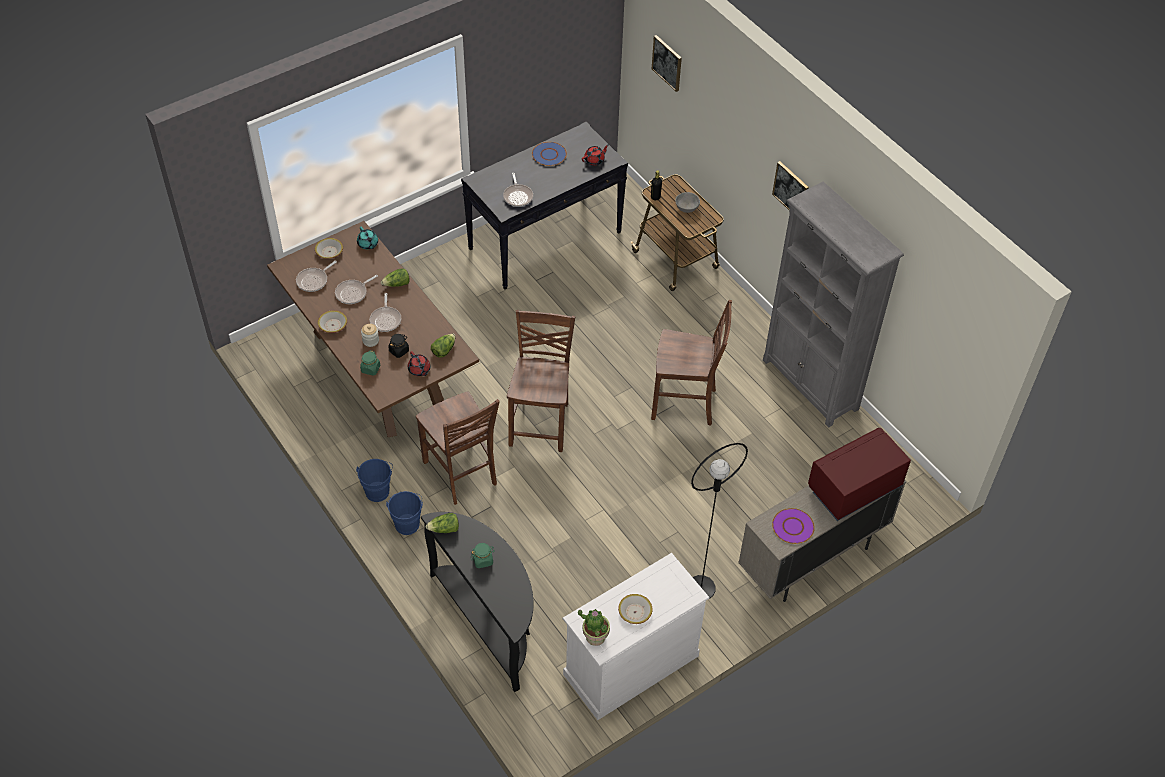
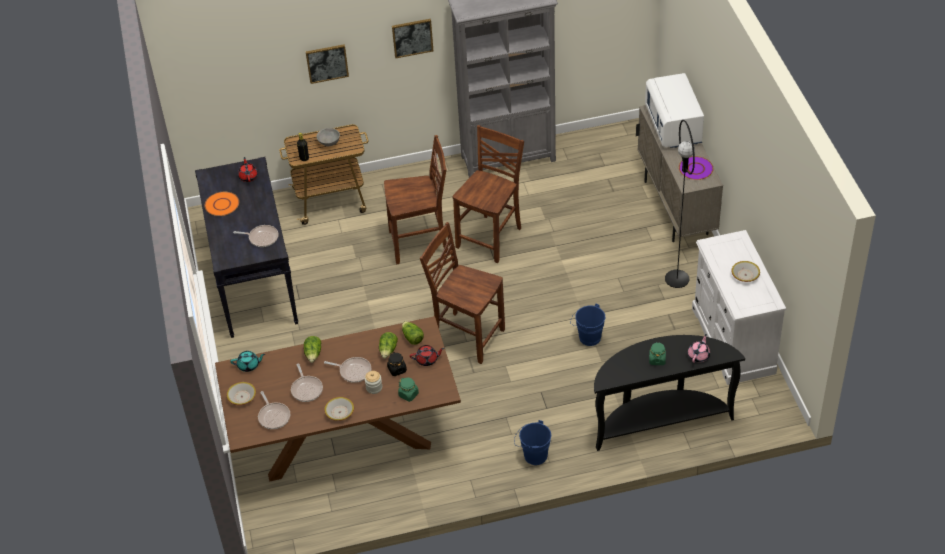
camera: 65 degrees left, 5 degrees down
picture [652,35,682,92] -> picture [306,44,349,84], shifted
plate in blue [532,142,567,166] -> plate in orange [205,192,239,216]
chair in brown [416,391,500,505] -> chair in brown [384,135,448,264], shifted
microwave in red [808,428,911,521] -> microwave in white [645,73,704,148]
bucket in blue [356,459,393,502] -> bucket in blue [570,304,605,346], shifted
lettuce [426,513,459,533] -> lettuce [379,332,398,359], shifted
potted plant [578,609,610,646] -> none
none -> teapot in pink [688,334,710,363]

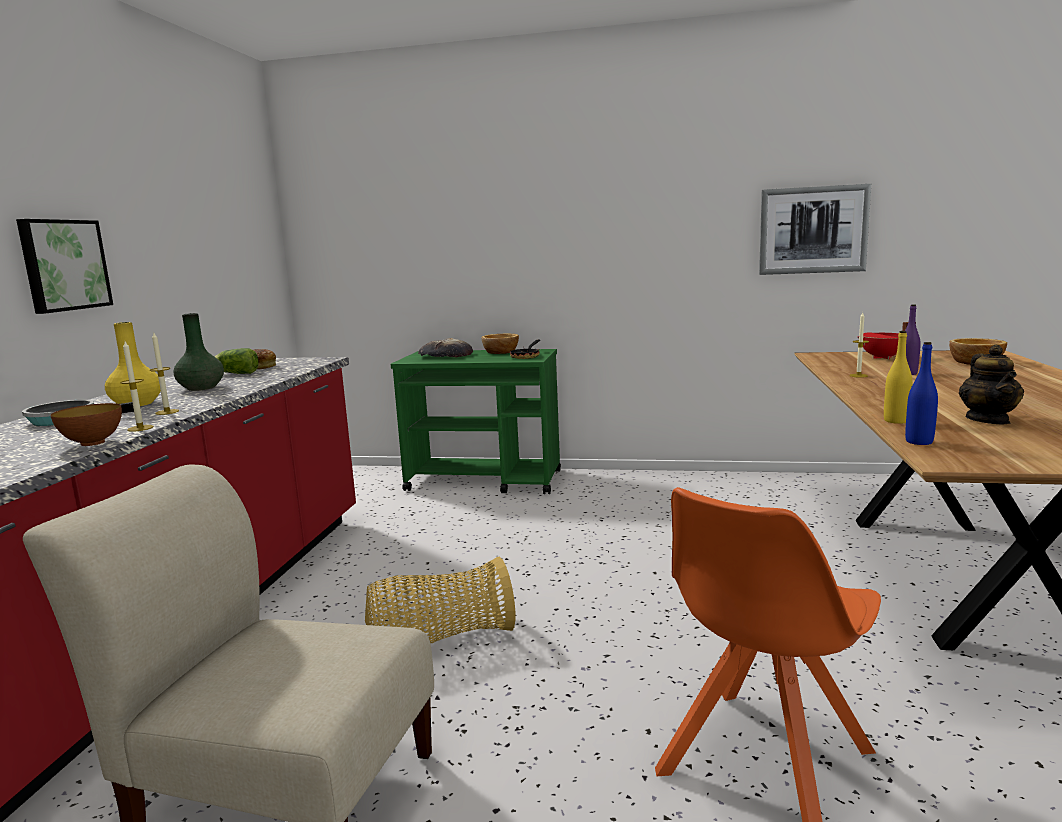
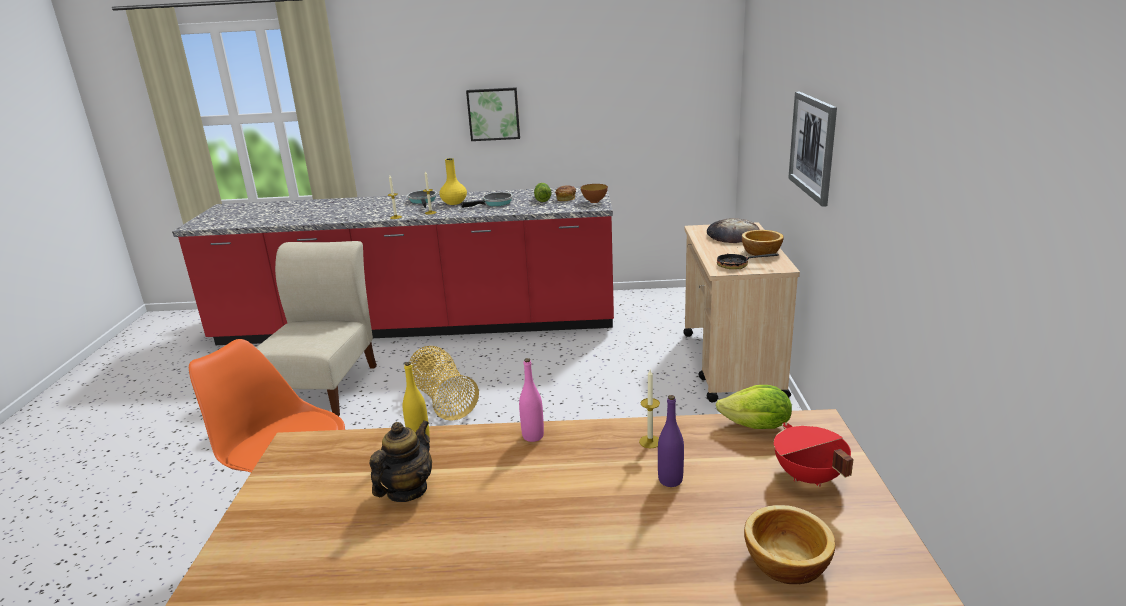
camera: 80 degrees right, 10 degrees up
picture [759,184,871,275] -> picture [788,92,837,207], shifted
vase in green [174,313,224,391] -> frying pan [461,192,513,208]
bottle in blue [905,342,938,445] -> none
teapot [959,345,1024,424] -> teapot [370,420,432,502], 120 degrees clockwise
cart in green [391,349,561,494] -> cart in beige [683,222,800,402]
bowl [51,403,122,446] -> bowl [581,184,608,203], shifted
none -> bottle in pink [519,358,544,442]
none -> lettuce [716,385,792,429]

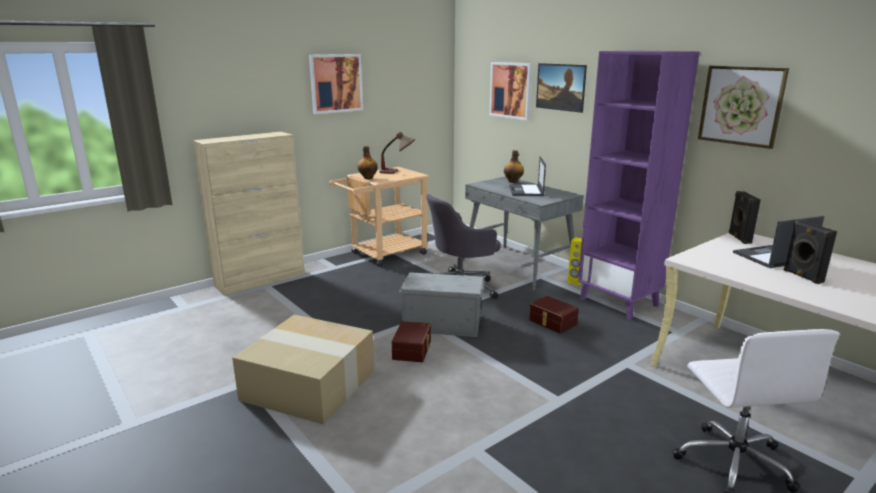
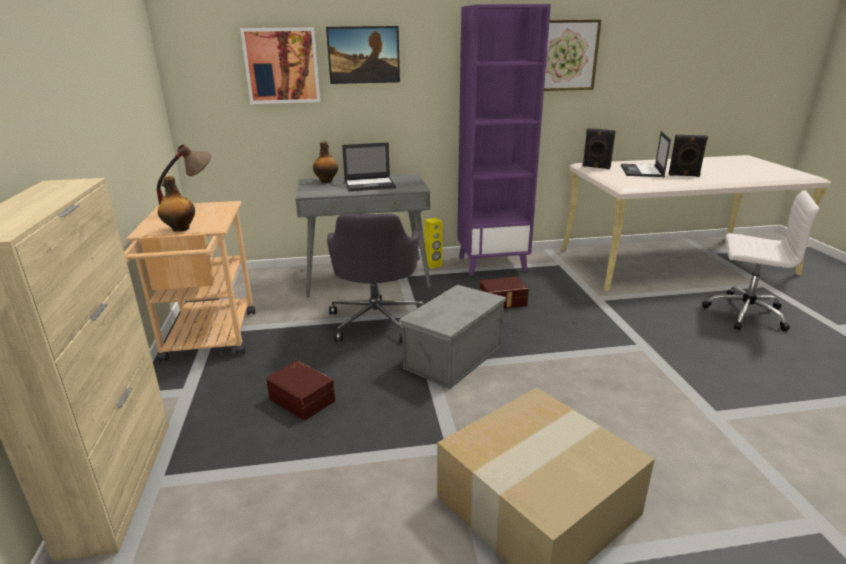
camera: 60 degrees left, 5 degrees up
picture [309,54,363,114] -> none
laptop [509,156,546,196] -> laptop [342,142,396,191], 45 degrees counterclockwise
storage box in brown [392,321,431,362] -> storage box in brown [266,361,335,421], shifted

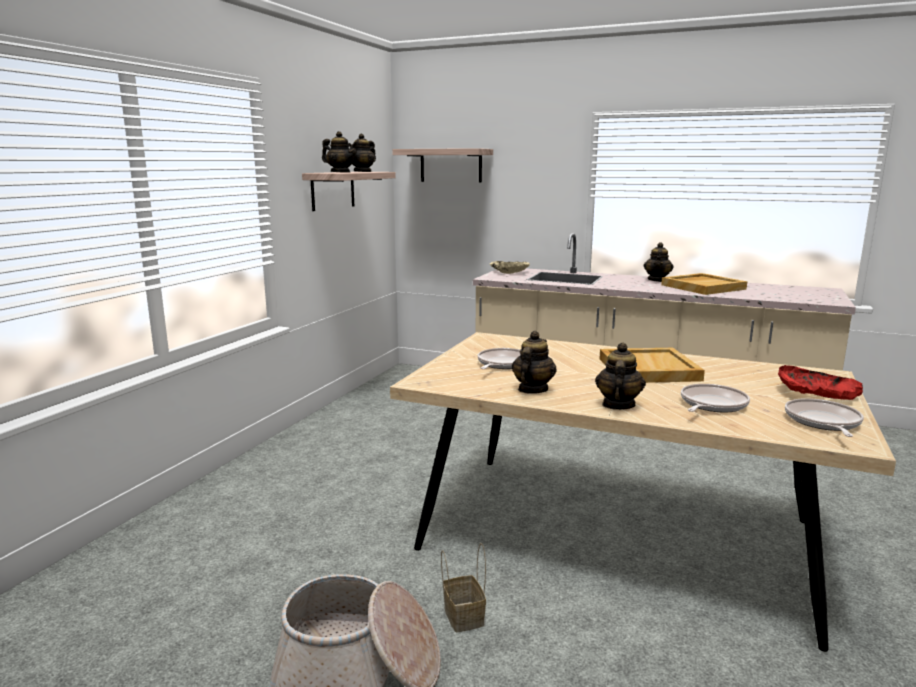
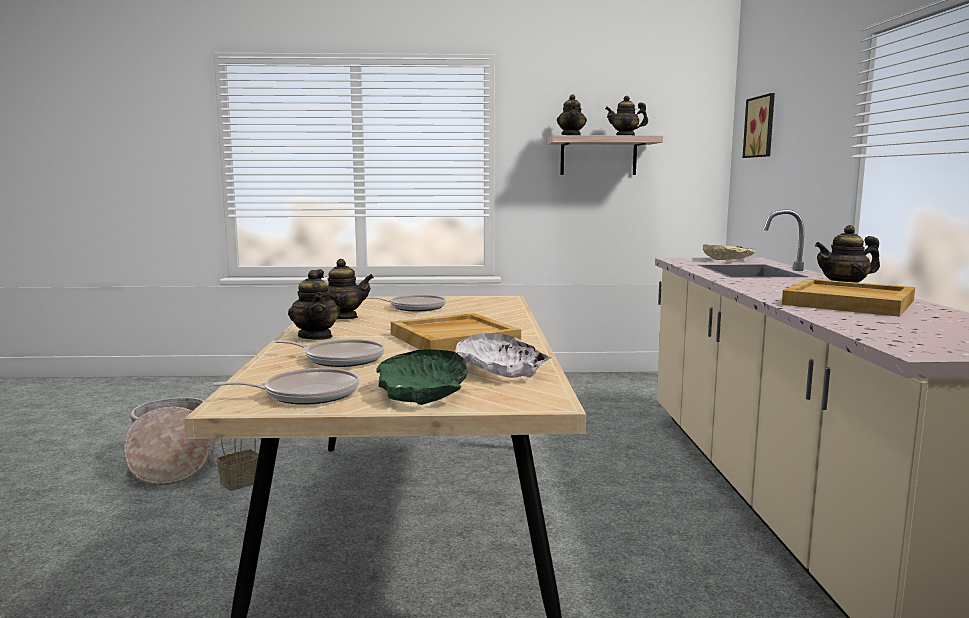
camera: 65 degrees right, 5 degrees down
shelf [392,148,493,182] -> picture [743,93,775,158]
teapot [595,342,646,410] -> teapot [288,270,340,340], 75 degrees clockwise
bowl in red [778,365,863,400] -> bowl in green [376,349,467,405]
none -> bowl in white [455,333,552,378]

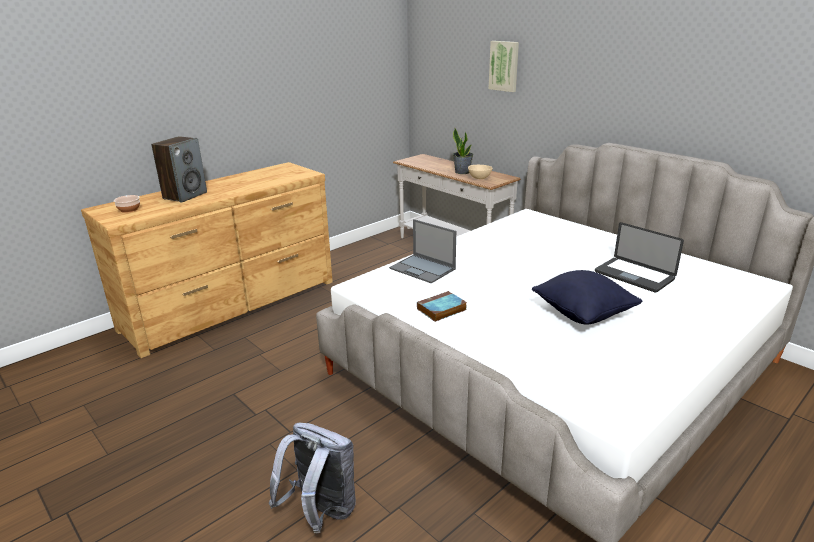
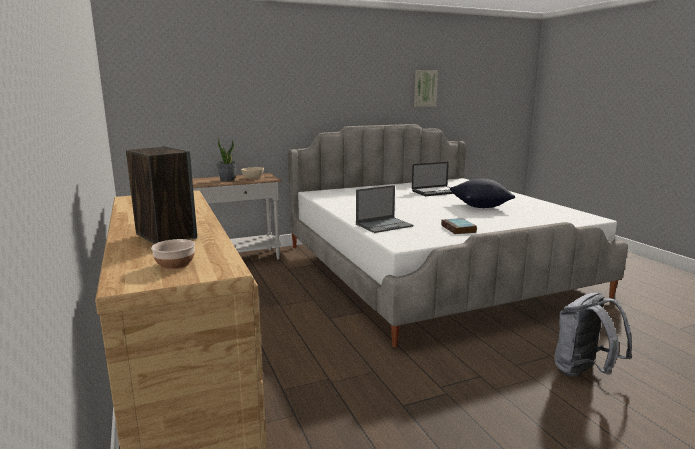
camera: 70 degrees left, 10 degrees down
picture [489,41,519,92] -> picture [414,70,438,107], shifted

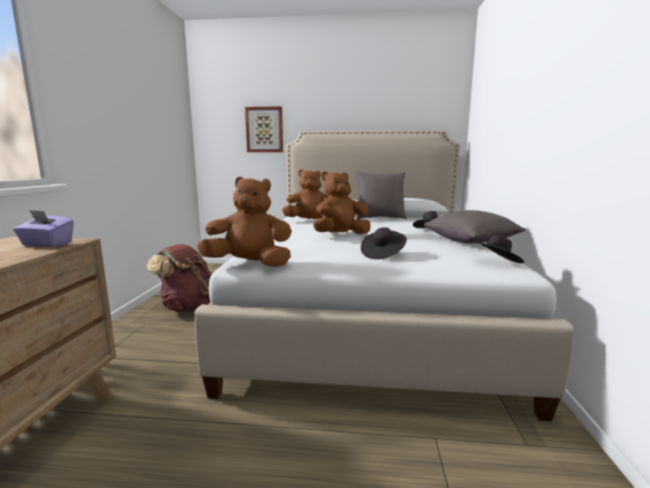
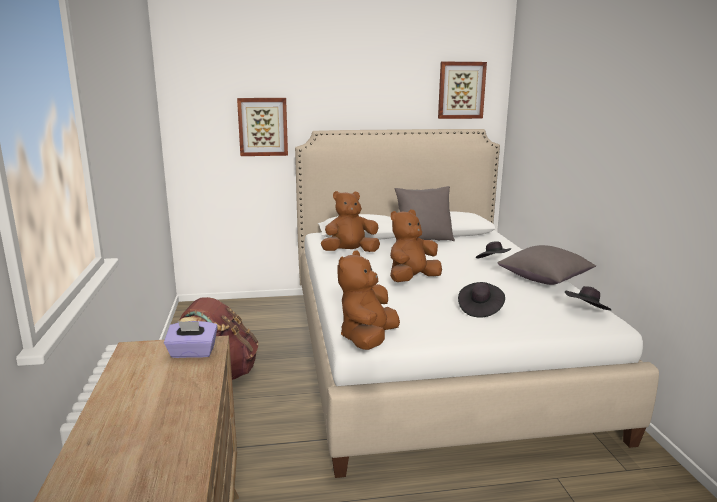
camera: 15 degrees left, 5 degrees up
plush toy in brown [197,176,292,267] -> plush toy in brown [337,251,400,350], 60 degrees counterclockwise
none -> picture [438,62,487,119]

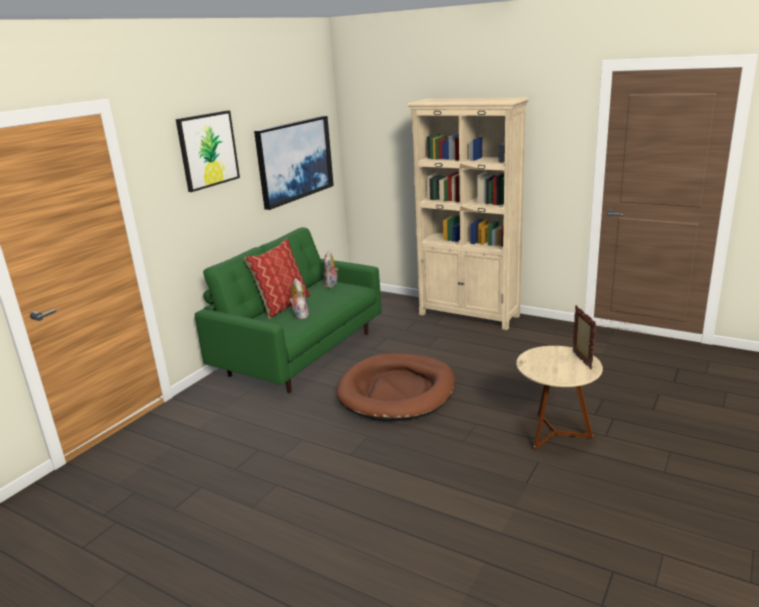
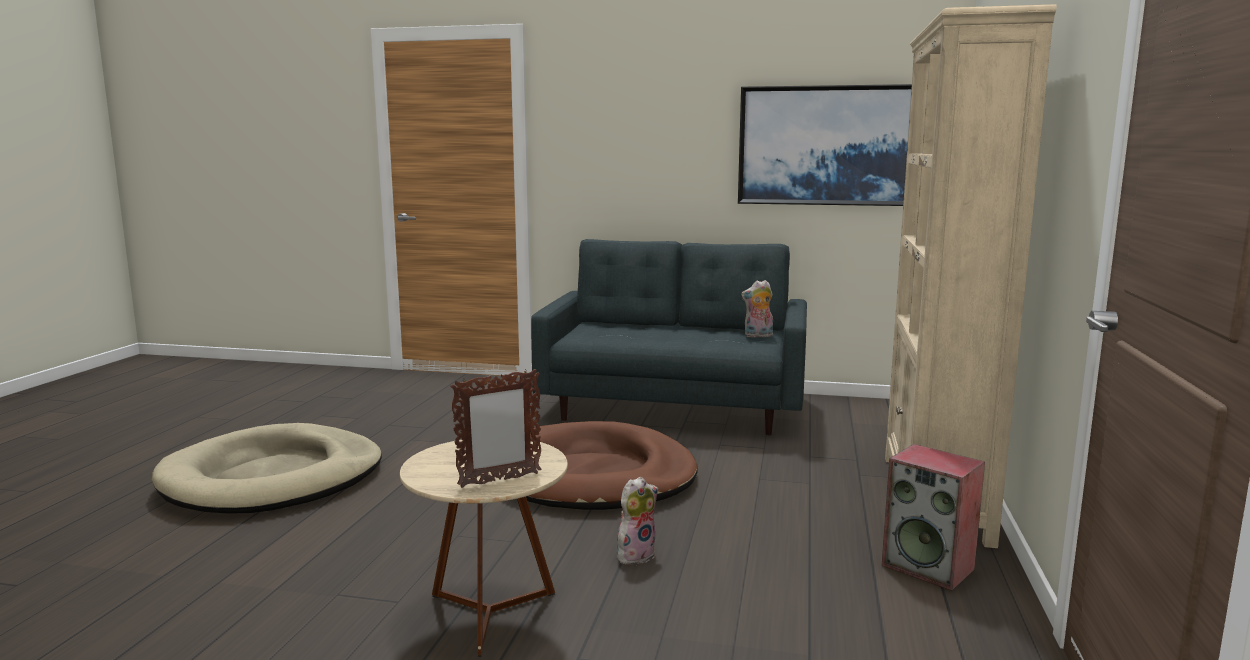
camera: 70 degrees right, 10 degrees down
picture [176,110,240,192] -> none
sofa in green [195,227,382,393] -> sofa in grey [531,239,807,435]
pillow [243,238,310,319] -> none
plush toy [289,278,309,319] -> plush toy [617,477,658,564], shifted
none -> dog bed in beige [152,423,382,513]
none -> speaker [882,444,985,591]

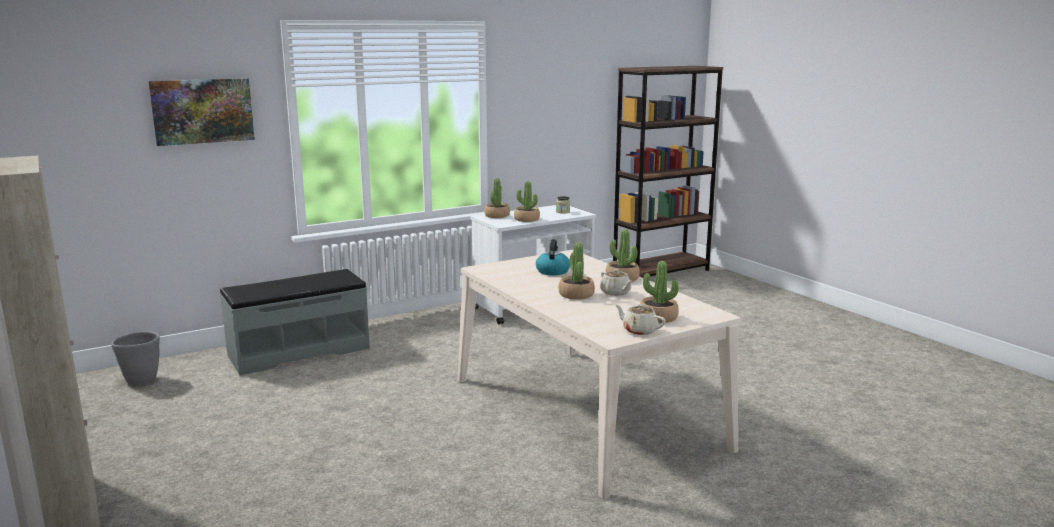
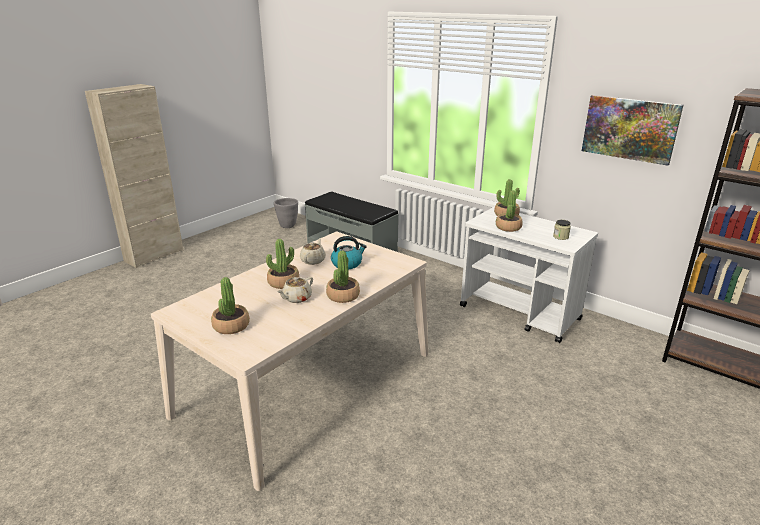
camera: 70 degrees right, 10 degrees up
picture [148,78,255,146] -> picture [582,95,683,166], shifted
teapot in beige [614,304,666,335] -> teapot in beige [300,238,326,265], shifted

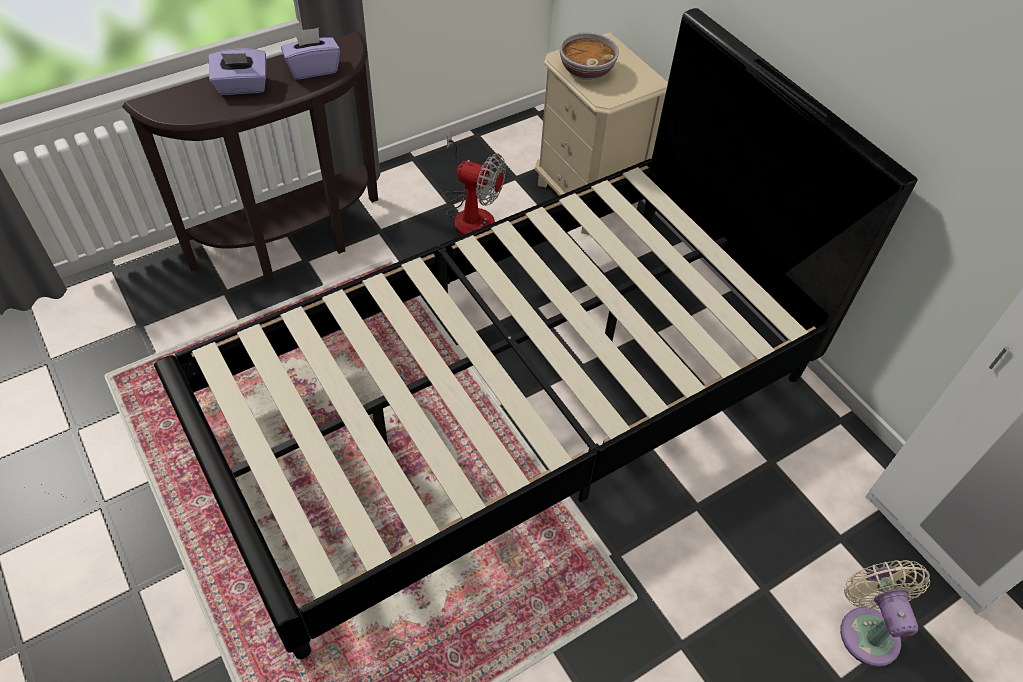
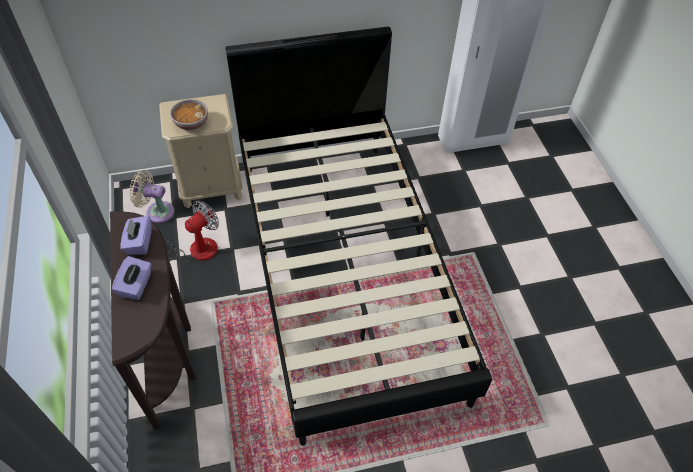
camera: 70 degrees left, 0 degrees up
fan in beige [840,560,930,667] -> fan in beige [129,170,174,223], shifted

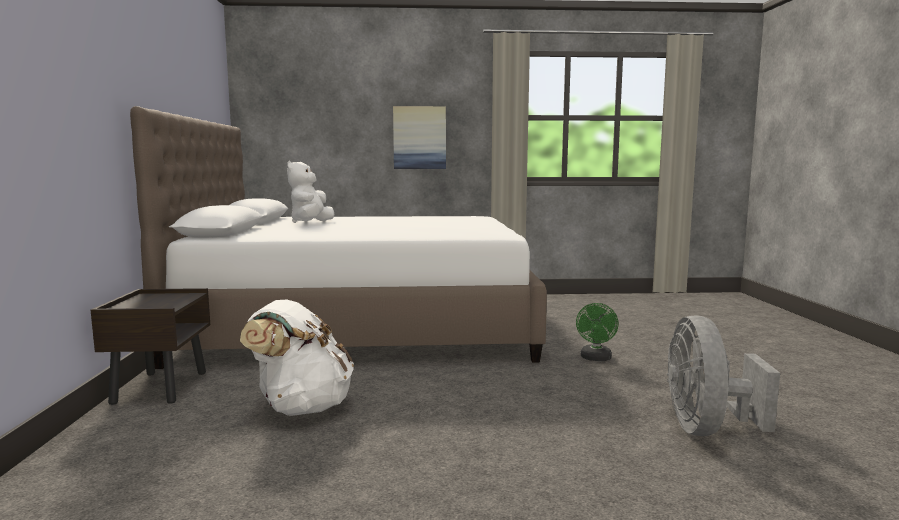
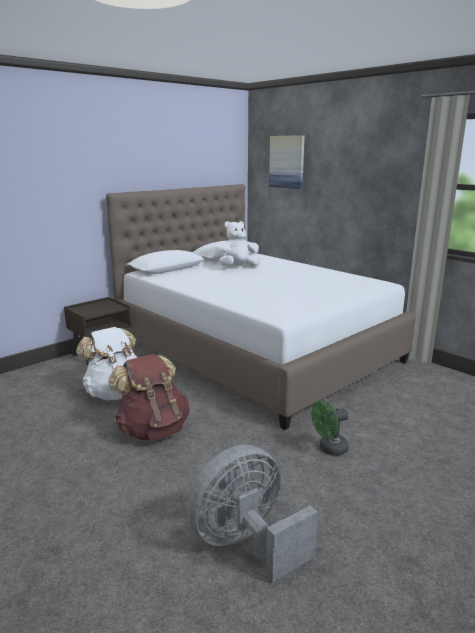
camera: 50 degrees right, 10 degrees up
picture [393,106,446,169] -> picture [269,135,305,189], shifted
none -> backpack in brown [108,354,190,441]

